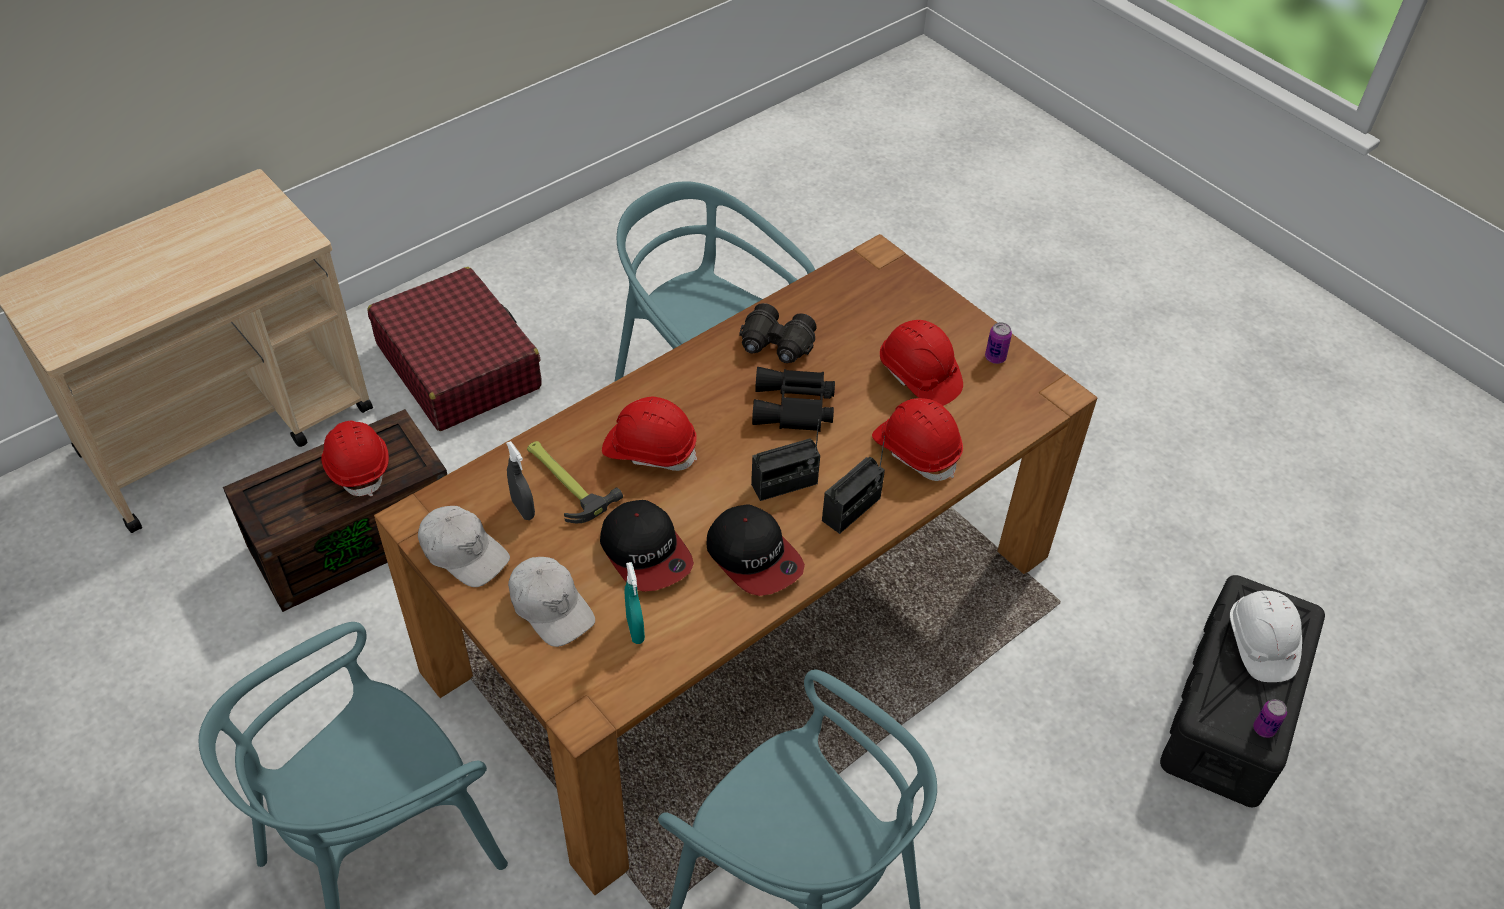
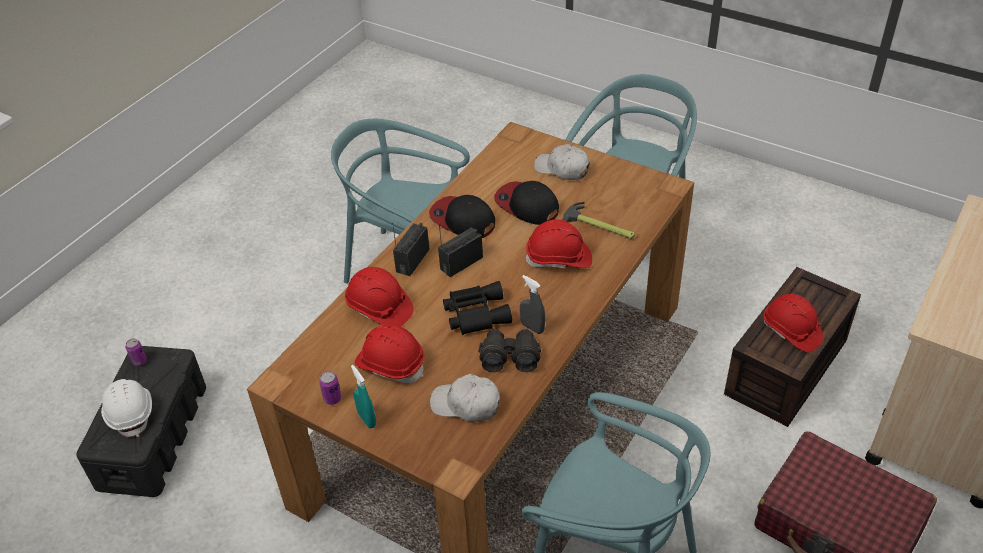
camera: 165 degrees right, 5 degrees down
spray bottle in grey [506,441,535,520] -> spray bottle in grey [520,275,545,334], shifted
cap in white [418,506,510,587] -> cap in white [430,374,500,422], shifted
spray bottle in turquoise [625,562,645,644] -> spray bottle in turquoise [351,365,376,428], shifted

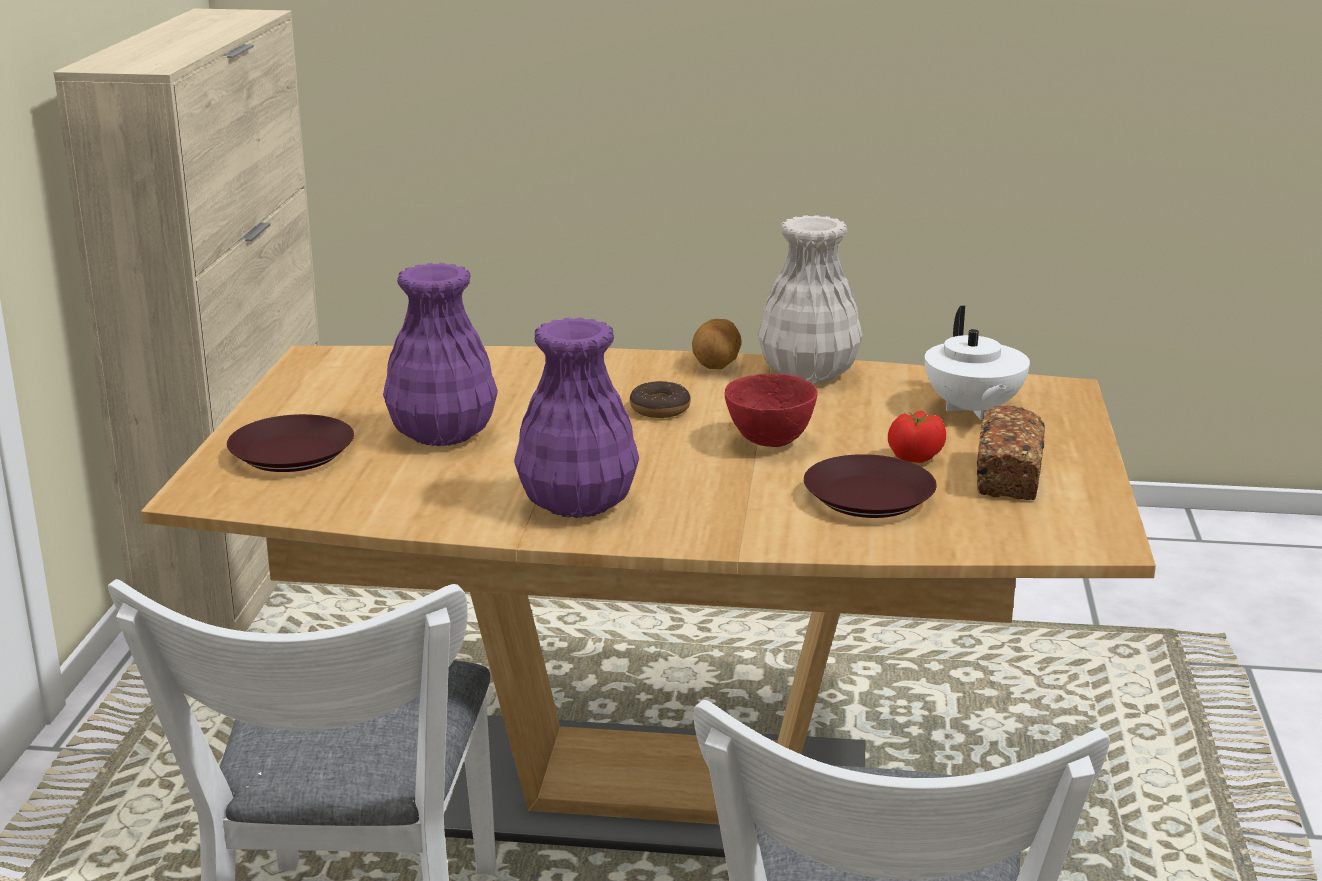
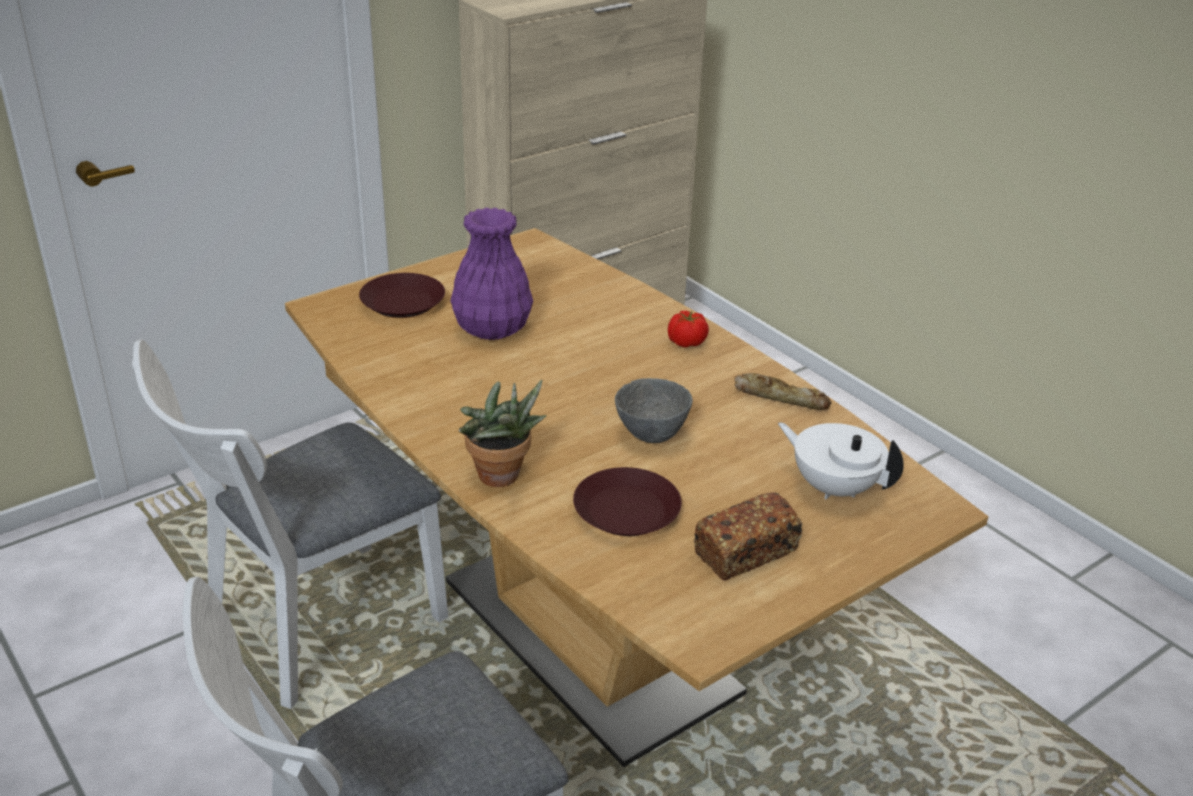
camera: 45 degrees right, 10 degrees up
vase in white [758,215,862,384] -> bread [735,373,831,410]
teapot in white [925,306,1030,420] -> teapot in white [778,422,904,499], 90 degrees clockwise
vase in purple [514,317,639,518] -> none
potato [692,319,741,369] -> none
bowl in red [724,374,818,447] -> bowl in grey [615,378,693,443]
donut [630,381,691,418] -> none
tomato [888,411,946,463] -> tomato [668,311,709,348], shifted
none -> potted plant [459,380,547,487]

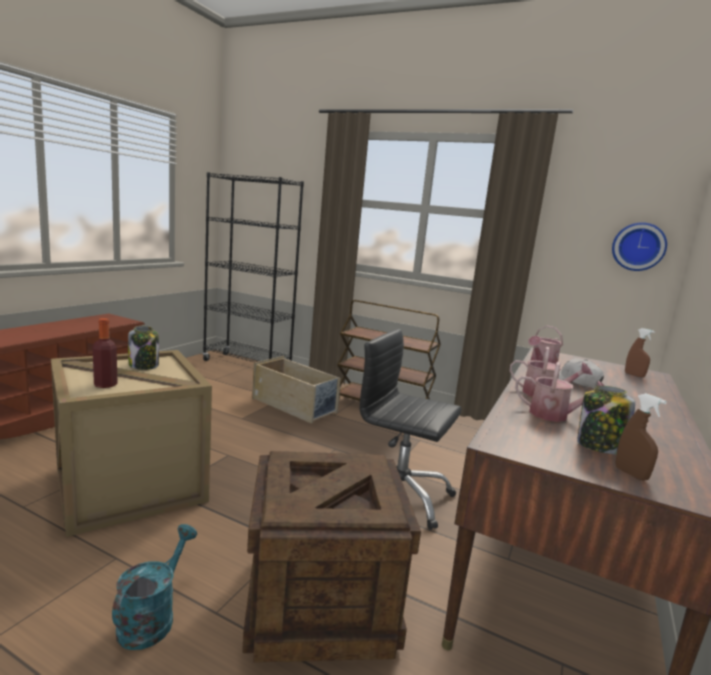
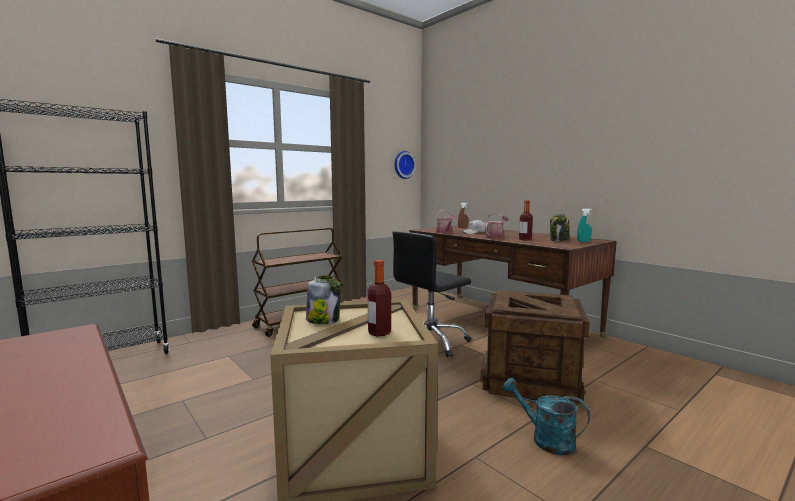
camera: 65 degrees left, 5 degrees down
storage box in beige [252,356,341,424] -> none
watering can [515,362,605,422] -> bottle [519,200,533,240]
spray bottle in brown [616,393,667,481] -> spray bottle in turquoise [577,209,592,242]

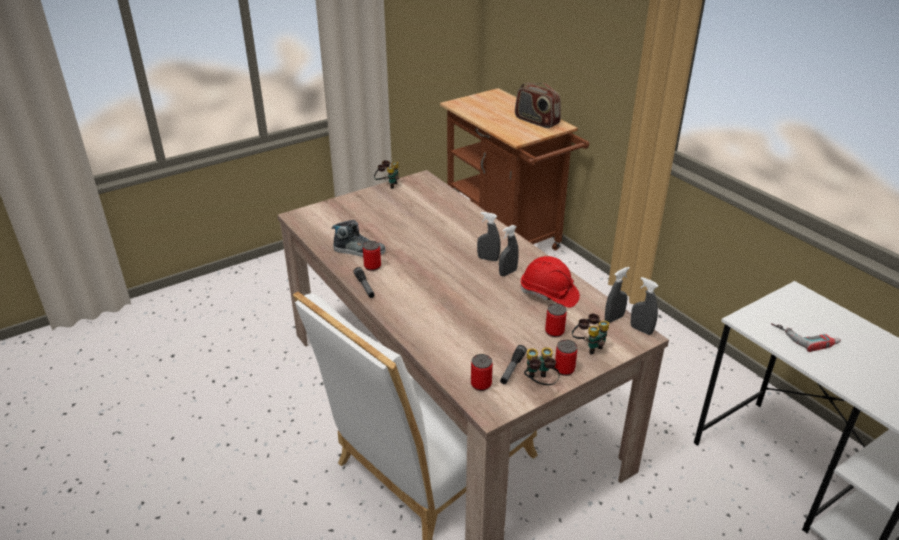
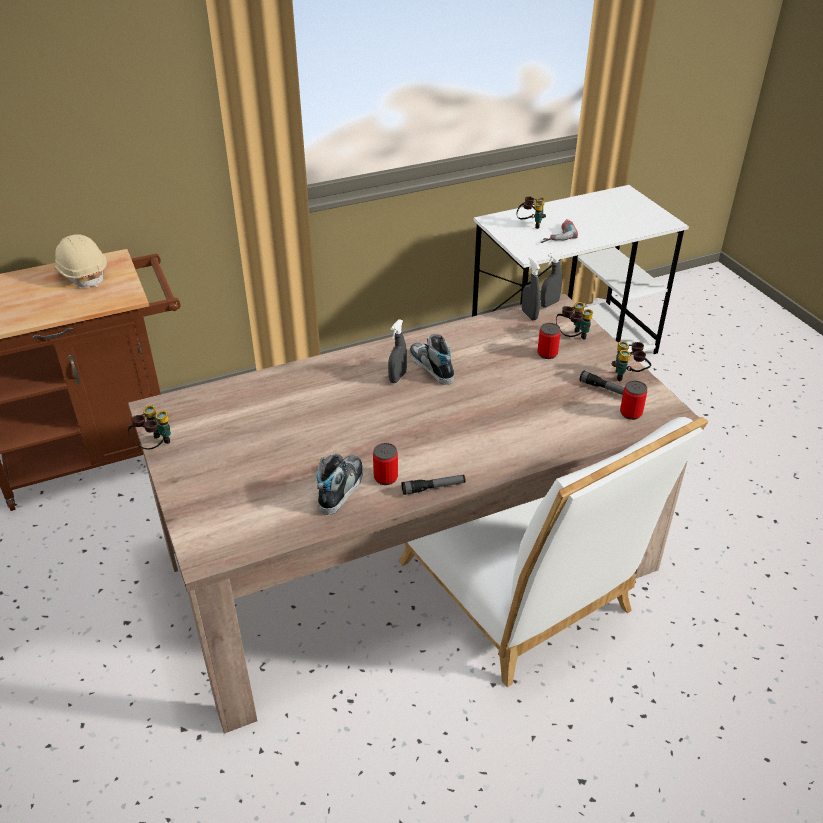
camera: 80 degrees left, 5 degrees up
radio [515,83,561,128] -> hard hat in beige [54,234,107,288]
spray bottle in grey [499,225,519,276] -> shoe [410,334,454,385]
hard hat in red [521,256,580,308] -> none
can [555,340,578,376] -> none
none -> binoculars [516,196,546,229]

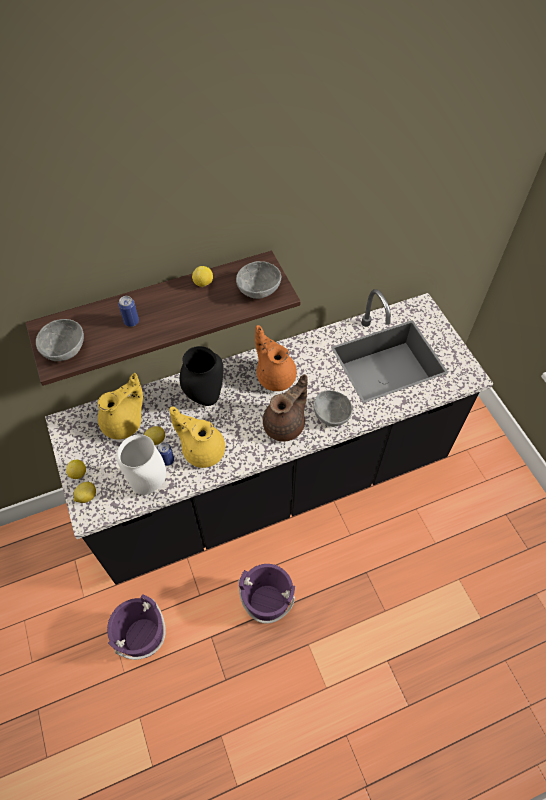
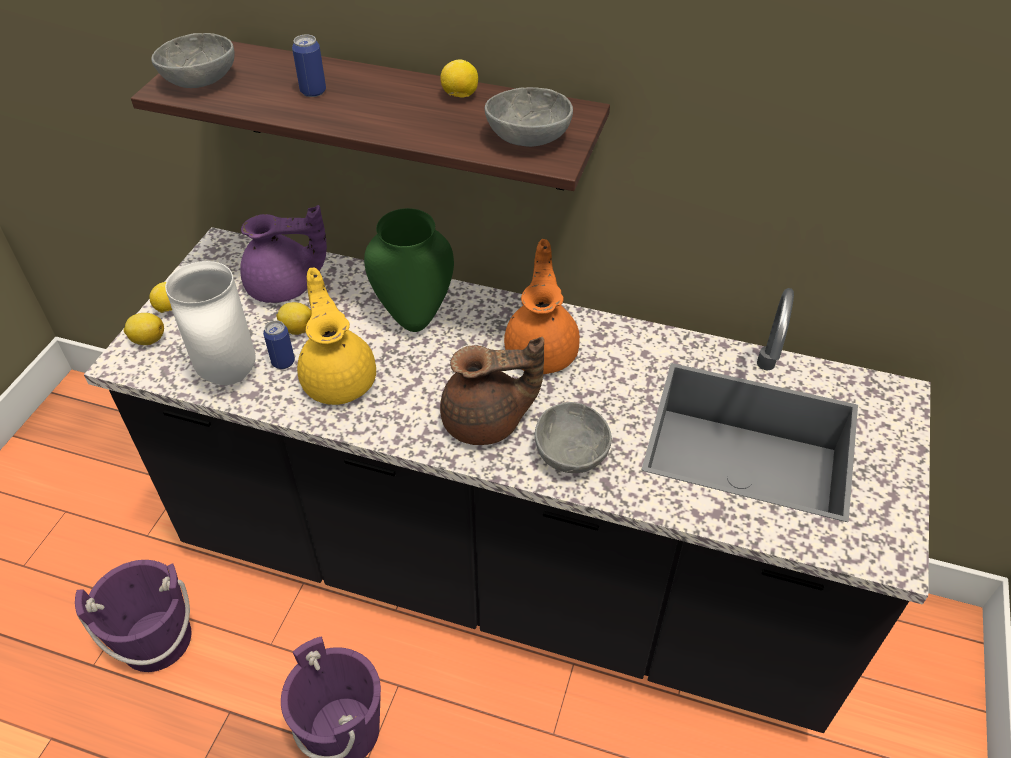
camera: 40 degrees right, 10 degrees down
vase in black [179,346,224,406] -> vase in green [364,208,454,332]
teapot in yellow [98,373,143,440] -> teapot in purple [240,205,327,303]

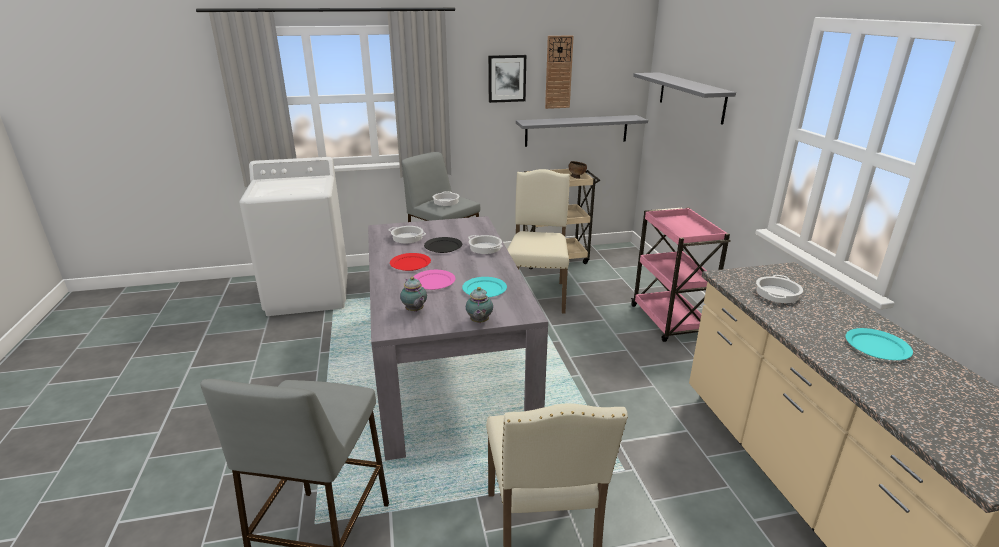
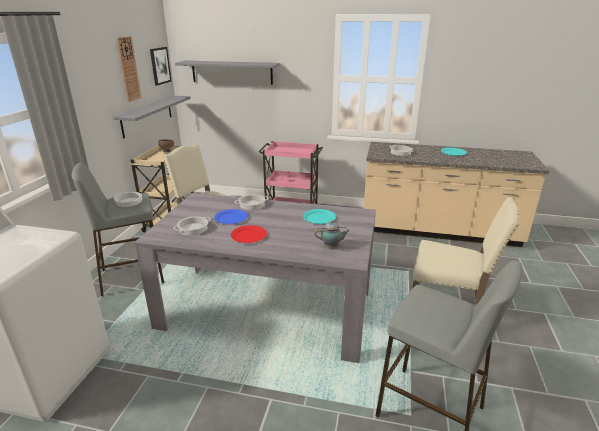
camera: 65 degrees left, 0 degrees up
picture [488,55,526,103] -> picture [150,47,172,86], shifted
plate in black [424,237,462,253] -> plate in blue [214,209,248,224]
plate in pink [414,270,456,290] -> none
teapot [466,287,493,323] -> none

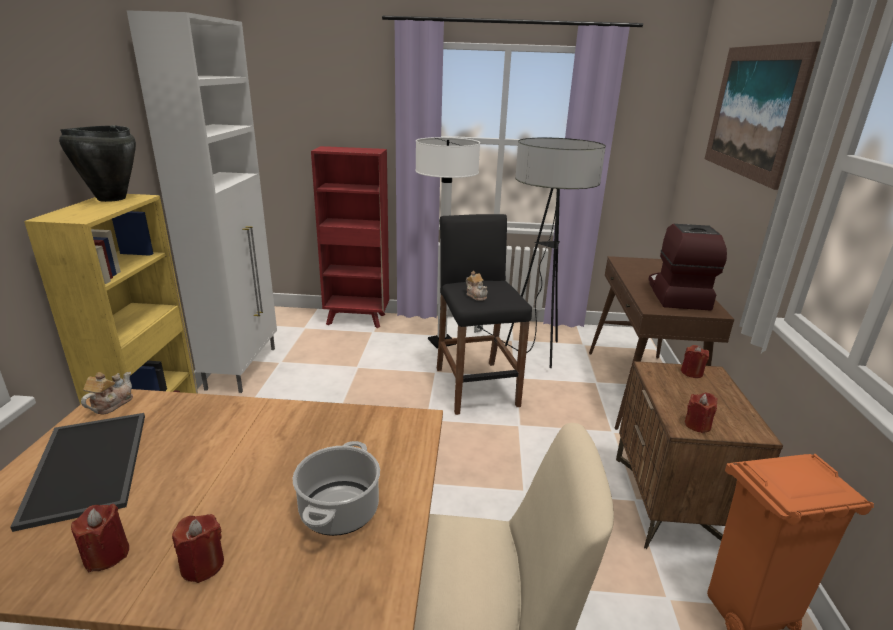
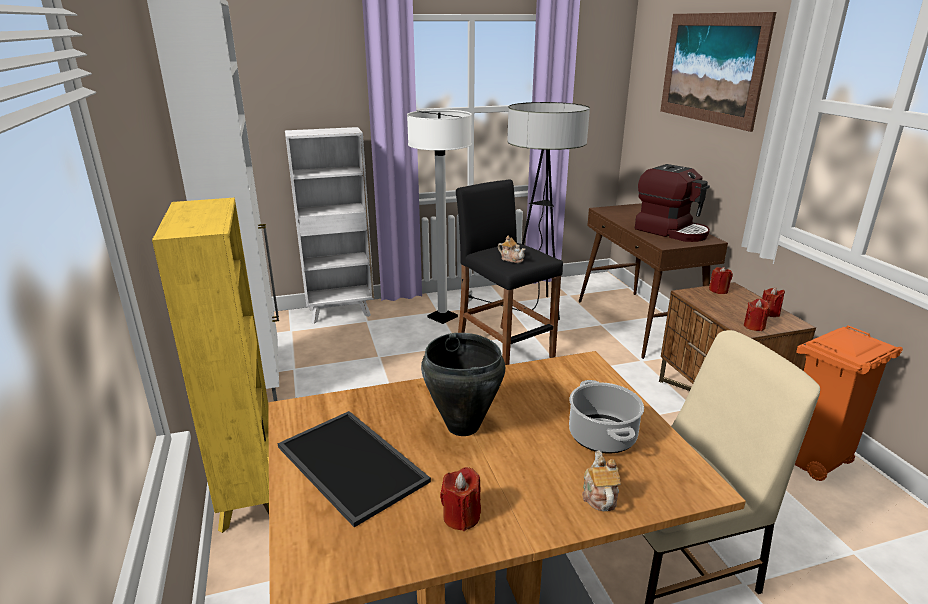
camera: 20 degrees left, 0 degrees up
cooking pot in black [59,125,136,202] -> cooking pot in black [421,333,505,436], shifted
bookcase in red [311,146,389,328] -> bookcase in white [285,127,374,324]
coffee machine [648,224,727,311] -> coffee machine [635,164,710,242], 150 degrees clockwise
teapot [81,372,133,414] -> teapot [582,450,621,511], shifted
candle in red [172,514,224,583] -> candle in red [762,287,785,317], shifted

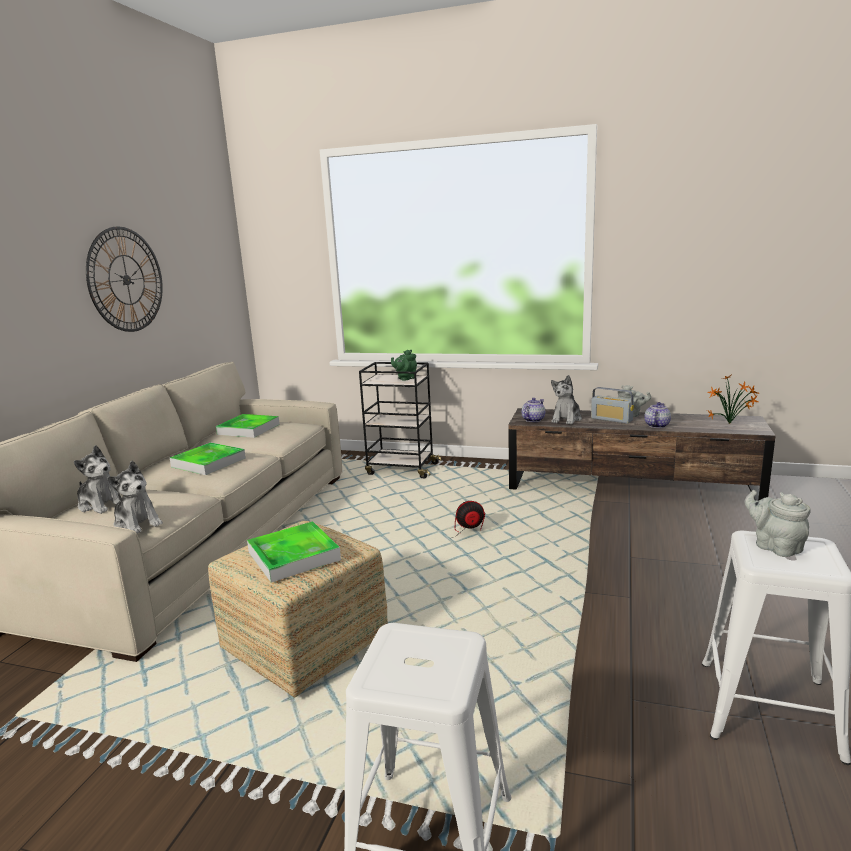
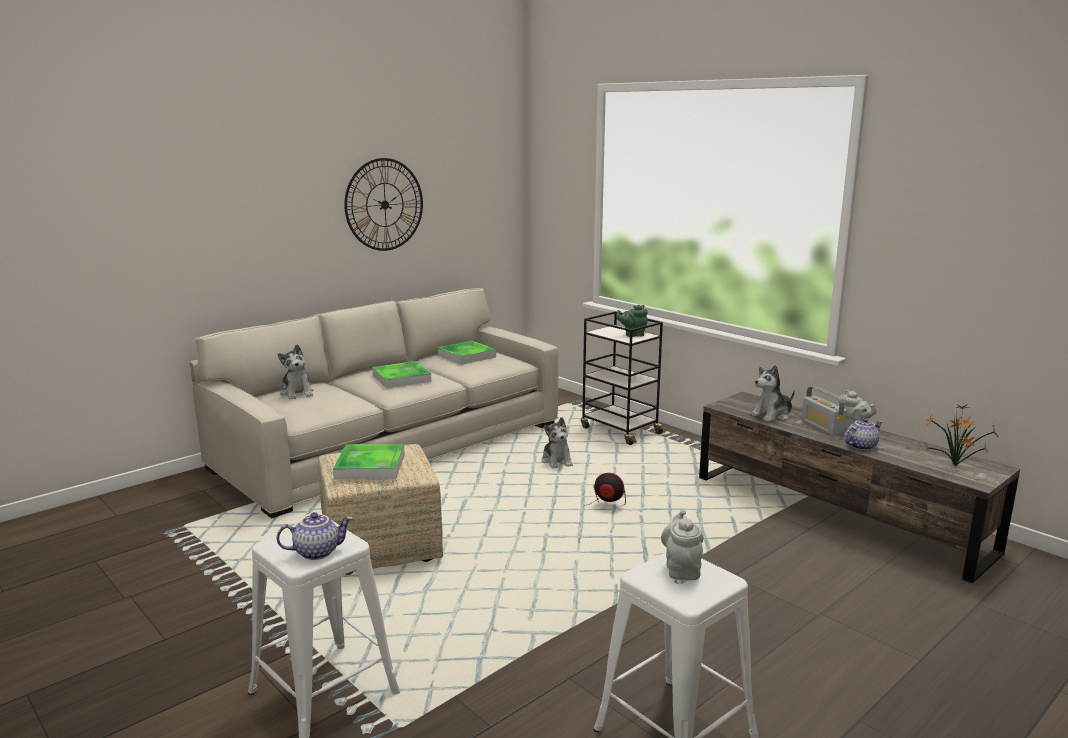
camera: 30 degrees right, 0 degrees up
teapot [522,398,545,422] -> teapot [276,512,353,560], shifted
plush toy [107,461,163,534] -> plush toy [542,417,573,469], shifted

